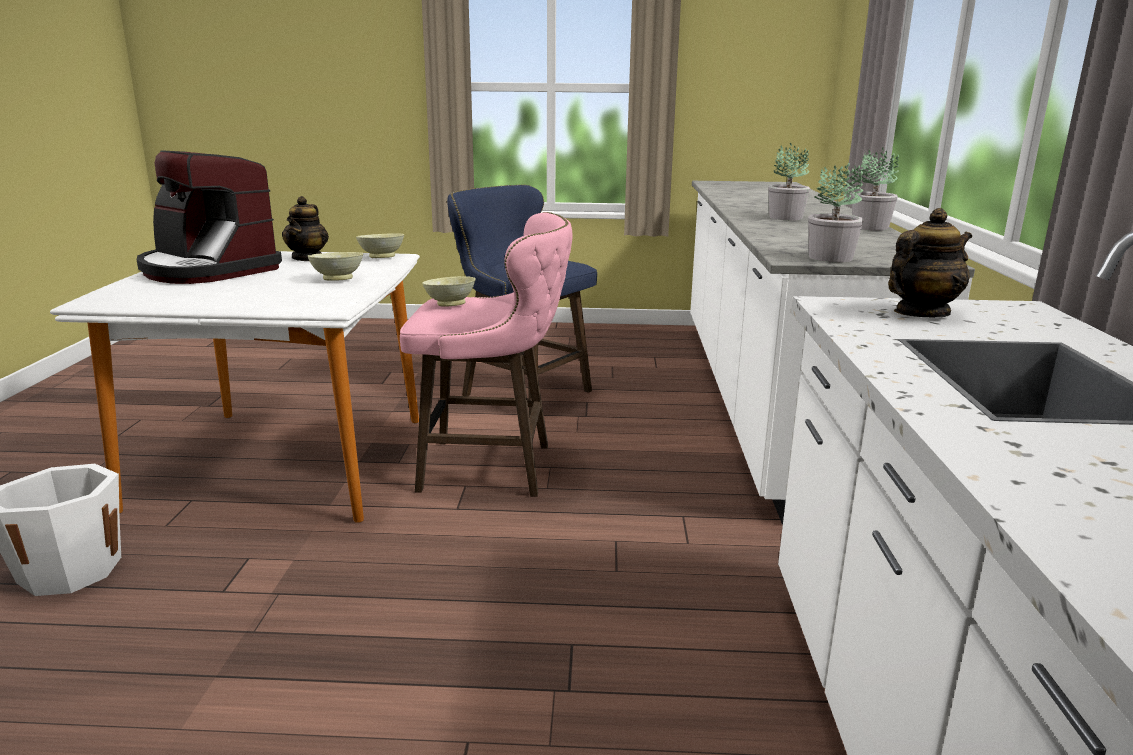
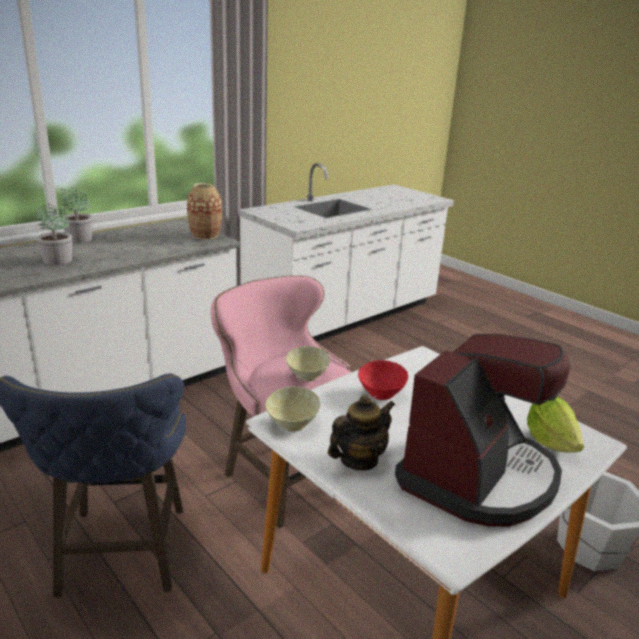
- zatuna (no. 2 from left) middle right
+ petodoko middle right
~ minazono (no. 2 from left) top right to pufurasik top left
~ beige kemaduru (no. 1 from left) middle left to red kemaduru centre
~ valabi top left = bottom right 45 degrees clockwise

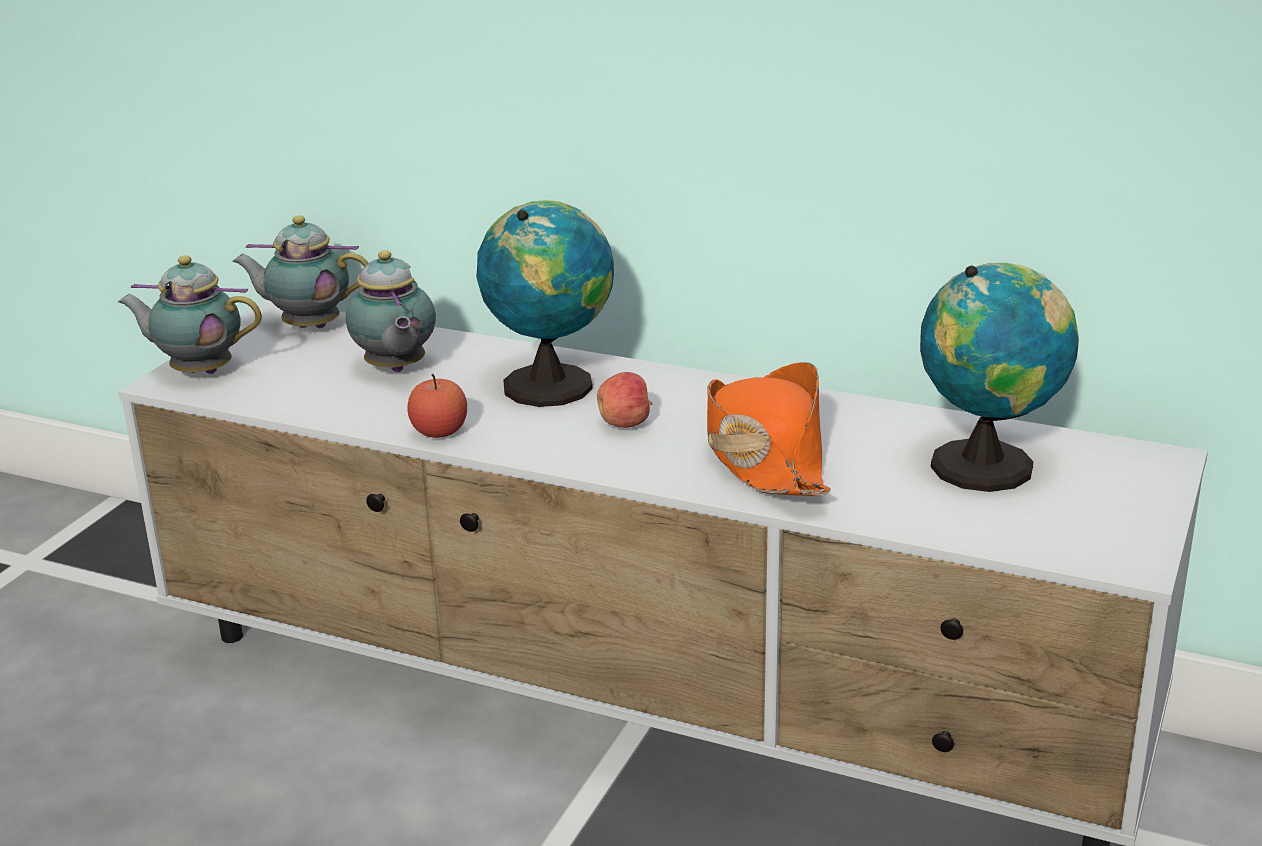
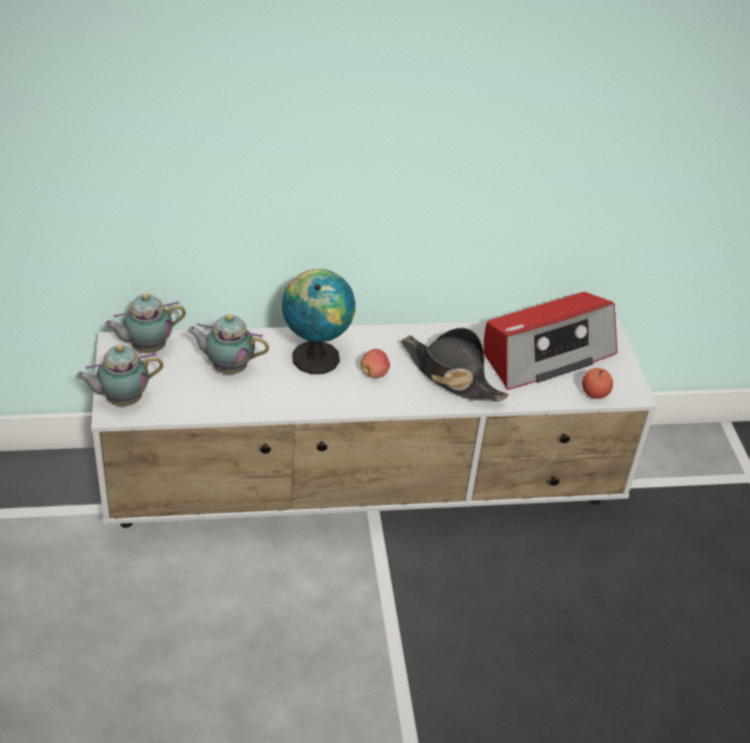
~ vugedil (no. 1 from left in the first image) centre to vugedil (no. 2 from left) middle right
~ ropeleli (no. 2 from left) middle right to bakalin middle right
~ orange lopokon centre to black lopokon centre
~ zatuna (no. 3 from left) middle left = middle left 150 degrees clockwise

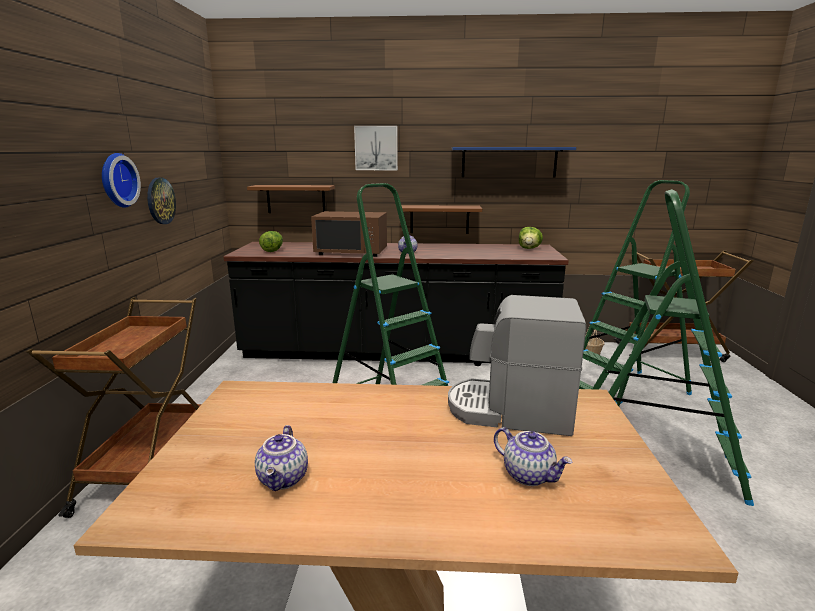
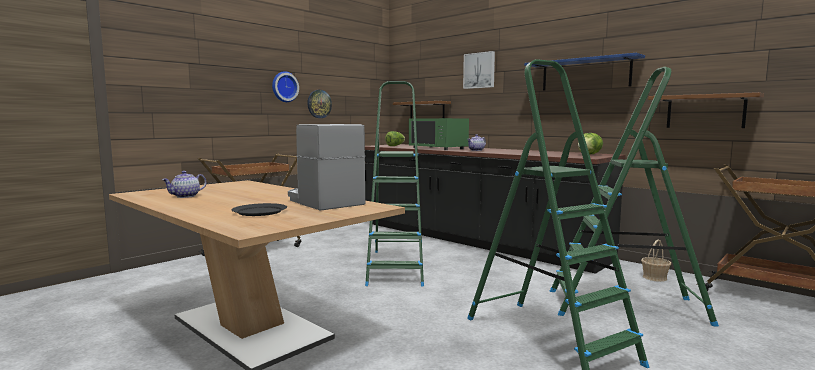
~ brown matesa (no. 2 from left) centre to top right
~ zatuna (no. 3 from left) bottom centre to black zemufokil middle left
~ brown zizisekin centre to green zizisekin centre

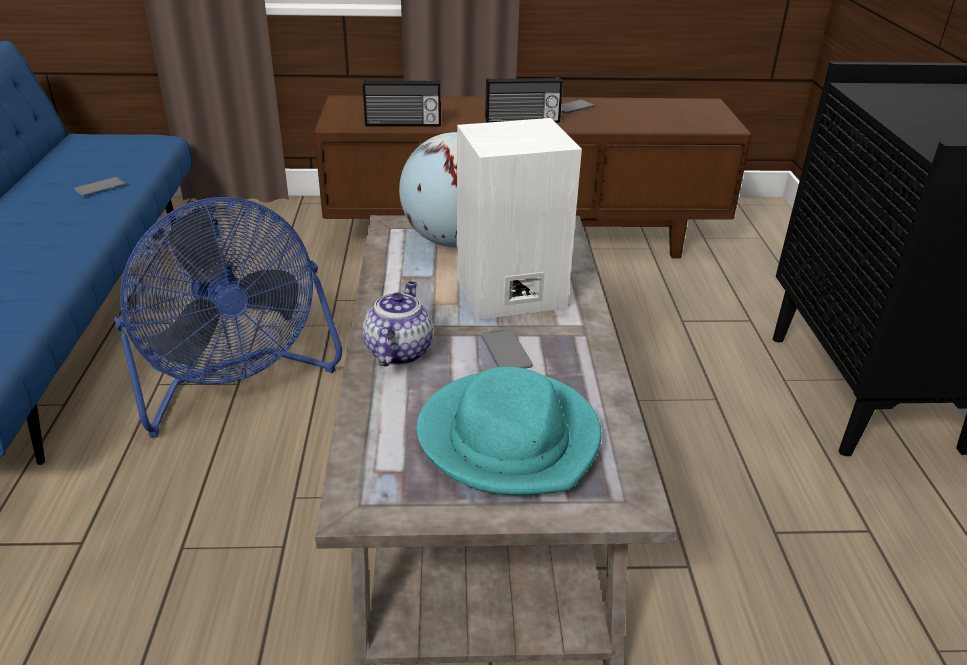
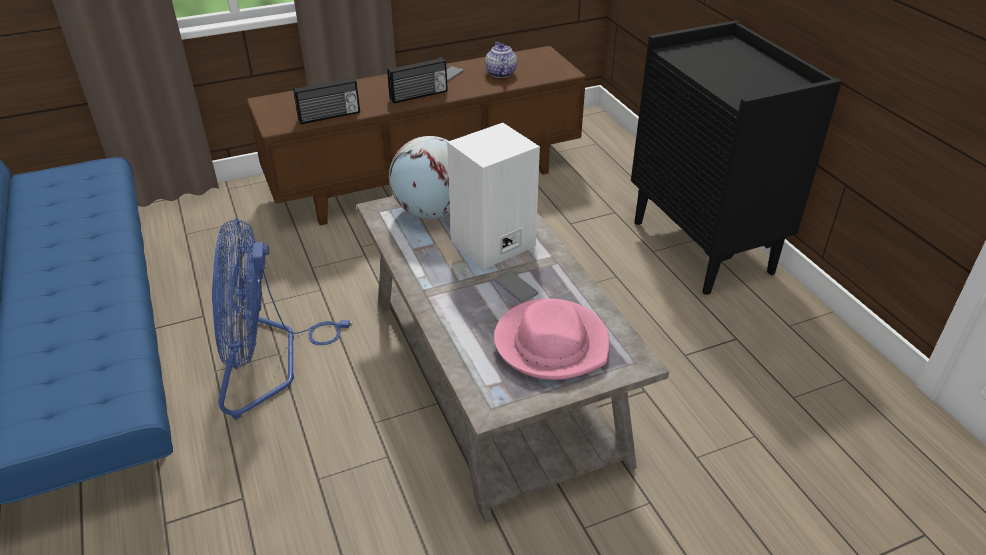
- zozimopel (no. 1 from left) top left
~ zatuna centre to top centre
~ turquoise lopokon centre to pink lopokon centre
~ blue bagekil middle left = middle left 135 degrees clockwise

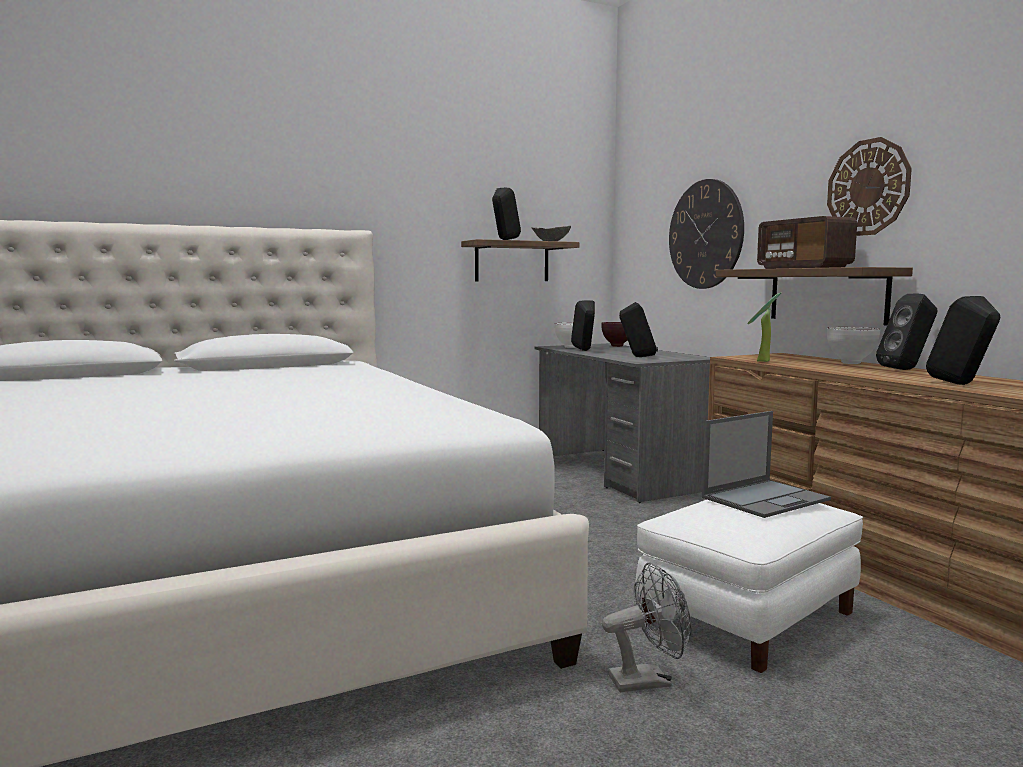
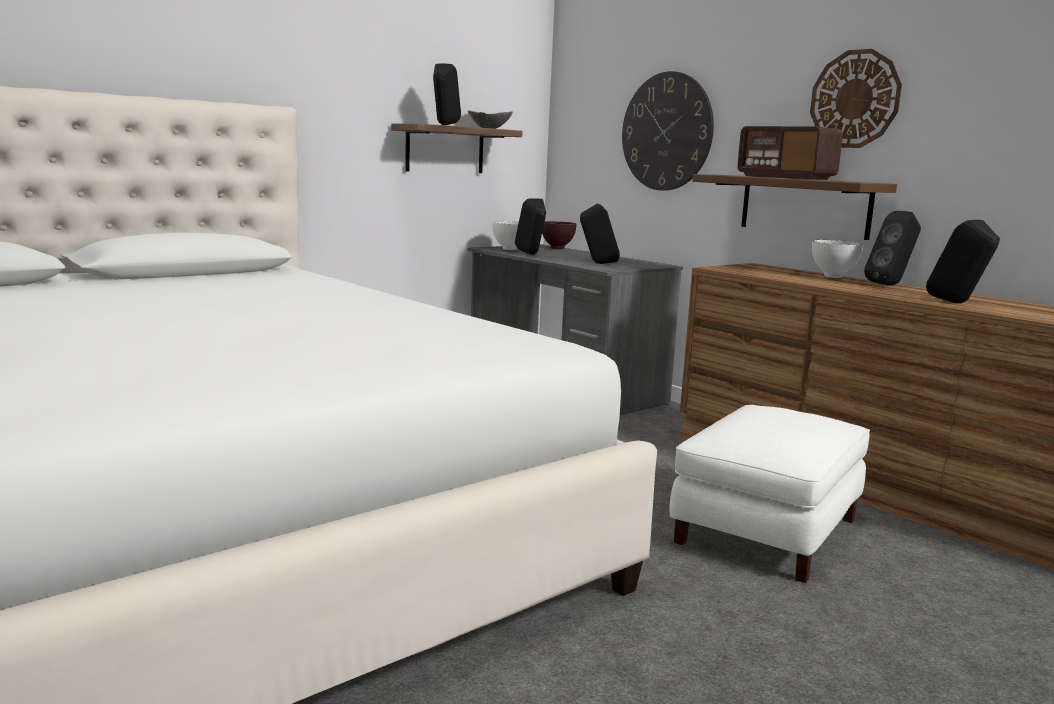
- grey bagekil bottom centre
- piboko middle right
- minazono middle right

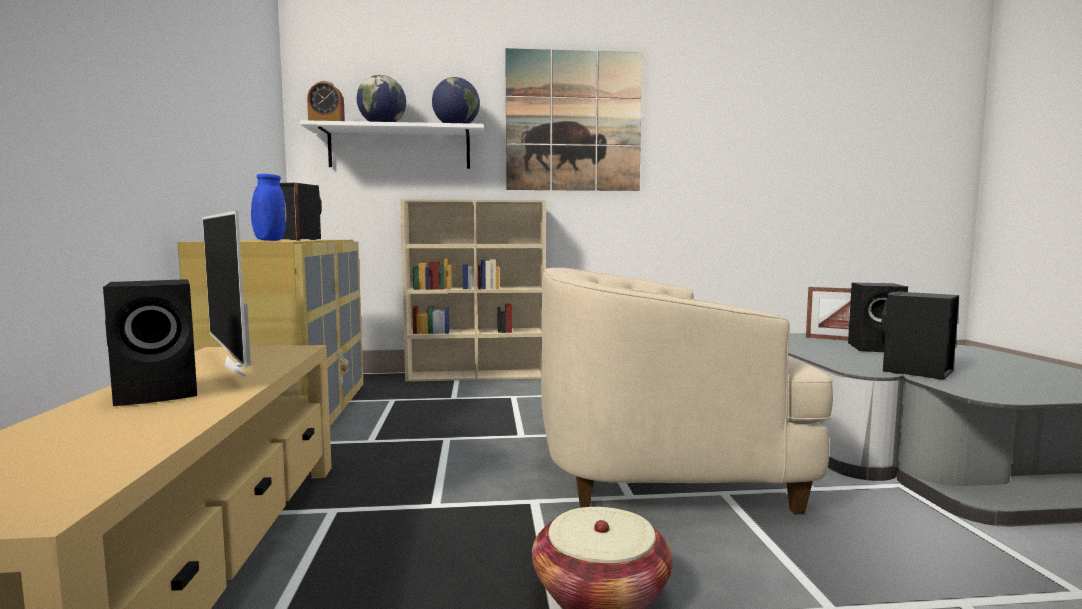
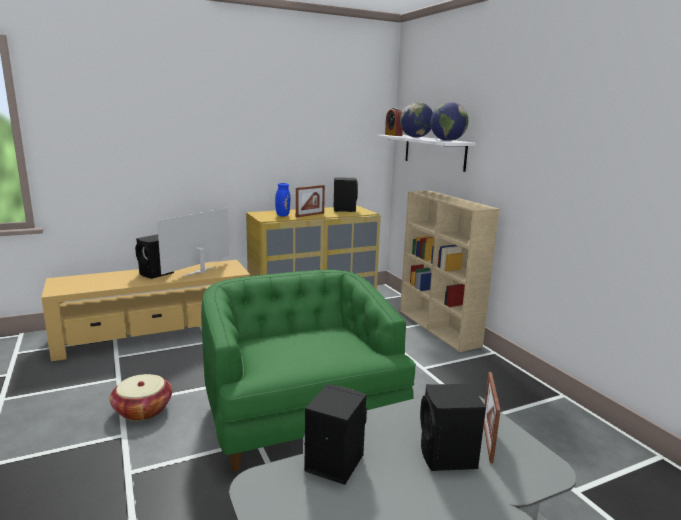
- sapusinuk top centre
~ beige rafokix centre to green rafokix bottom centre

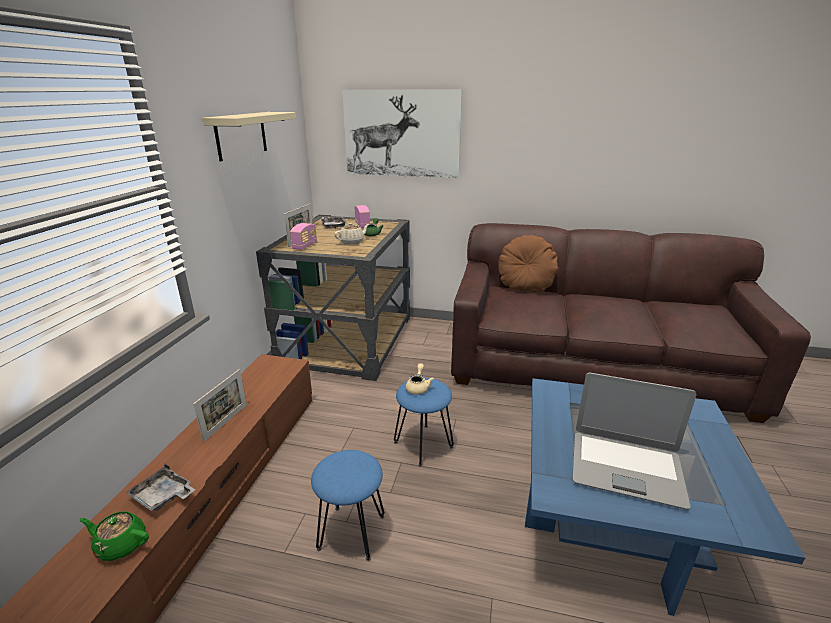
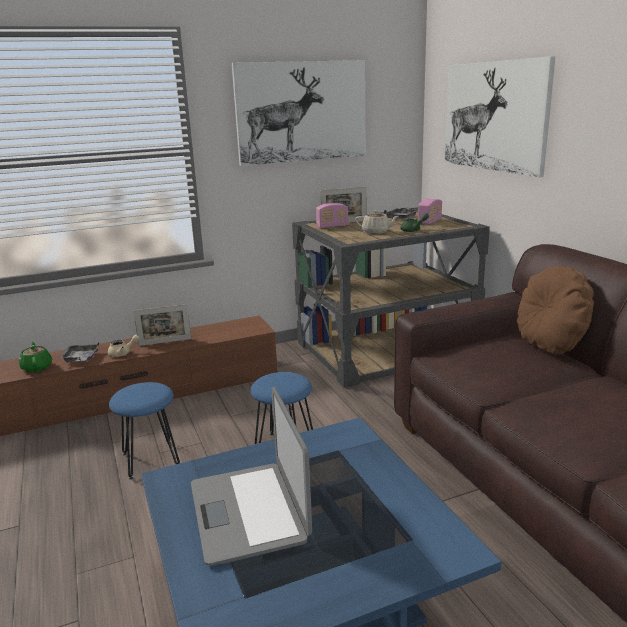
~ beige zatuna (no. 2 from left in the first image) centre to beige zatuna (no. 1 from left) middle left
~ beige matesa top left to sapusinuk (no. 1 from left) top centre

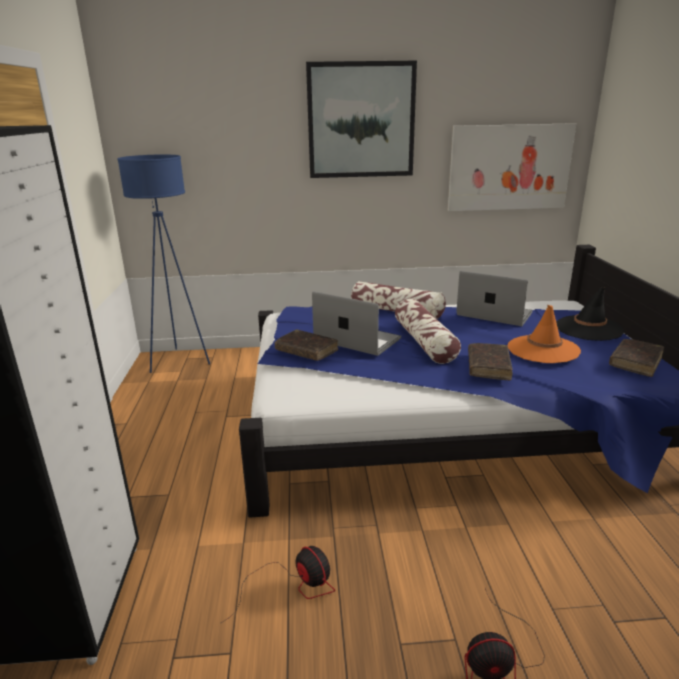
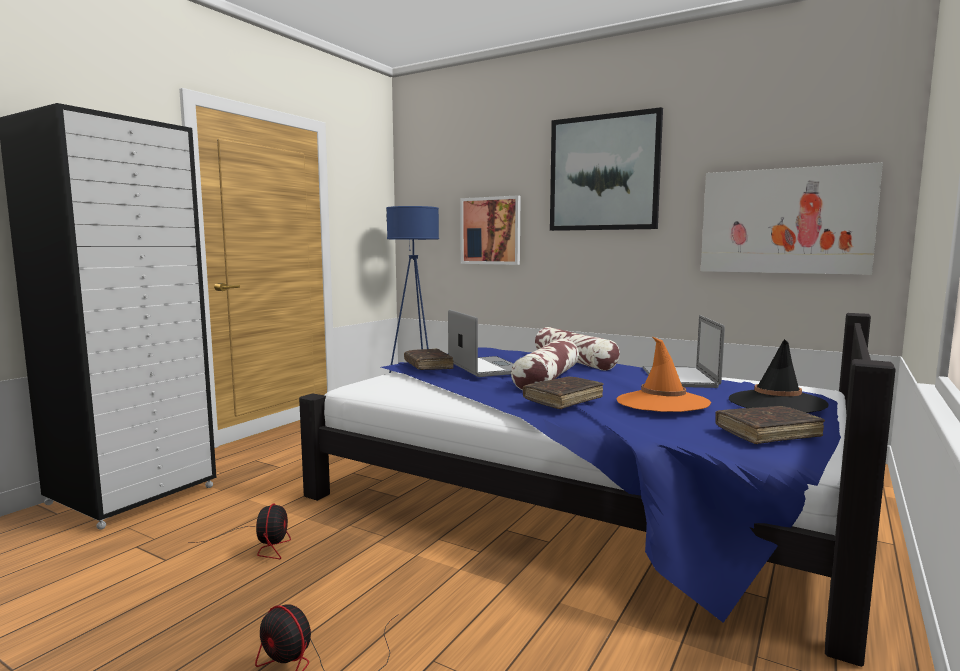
+ sapusinuk (no. 1 from left) centre
~ piboko (no. 2 from left) middle right = middle right 150 degrees counterclockwise

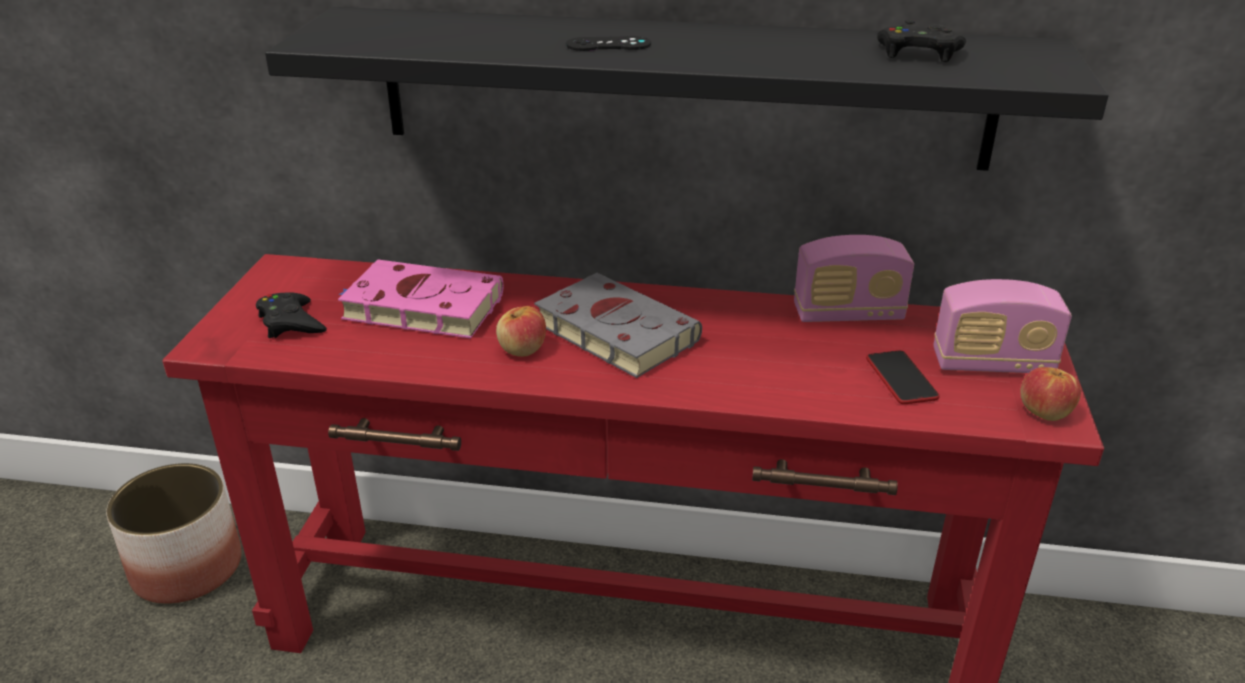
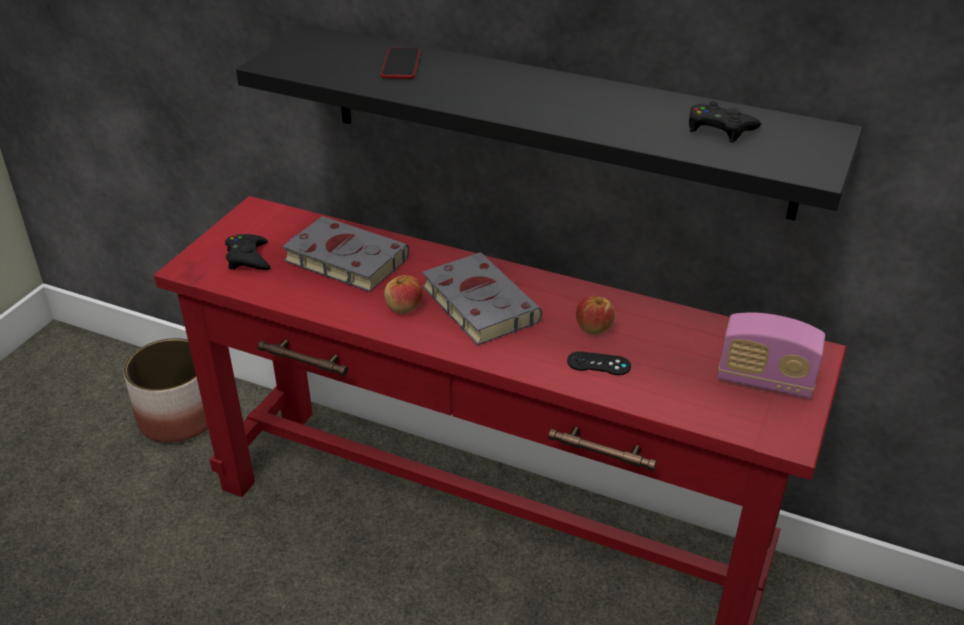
- bakalin (no. 1 from left) middle right
~ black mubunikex (no. 2 from left) top centre to centre
~ zozimopel middle right to top centre
~ vugedil (no. 2 from left) middle right to centre
~ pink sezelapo centre to grey sezelapo (no. 1 from left) centre

